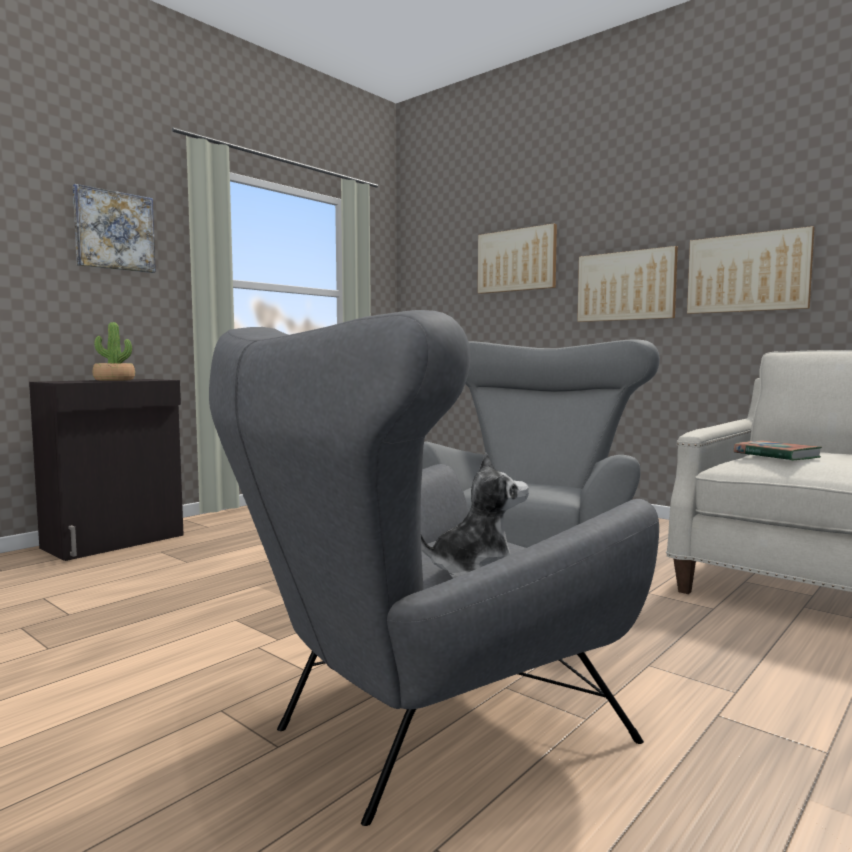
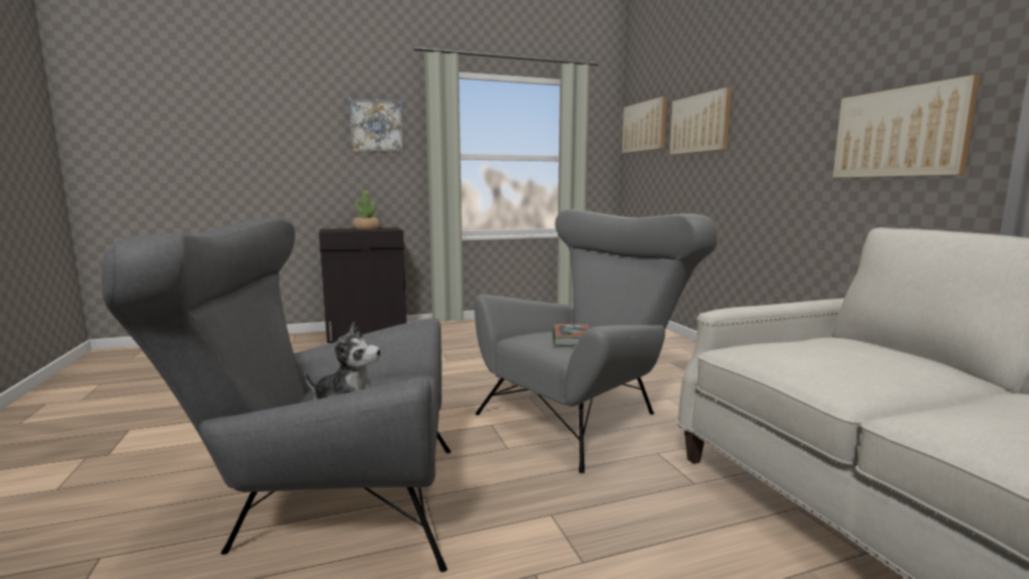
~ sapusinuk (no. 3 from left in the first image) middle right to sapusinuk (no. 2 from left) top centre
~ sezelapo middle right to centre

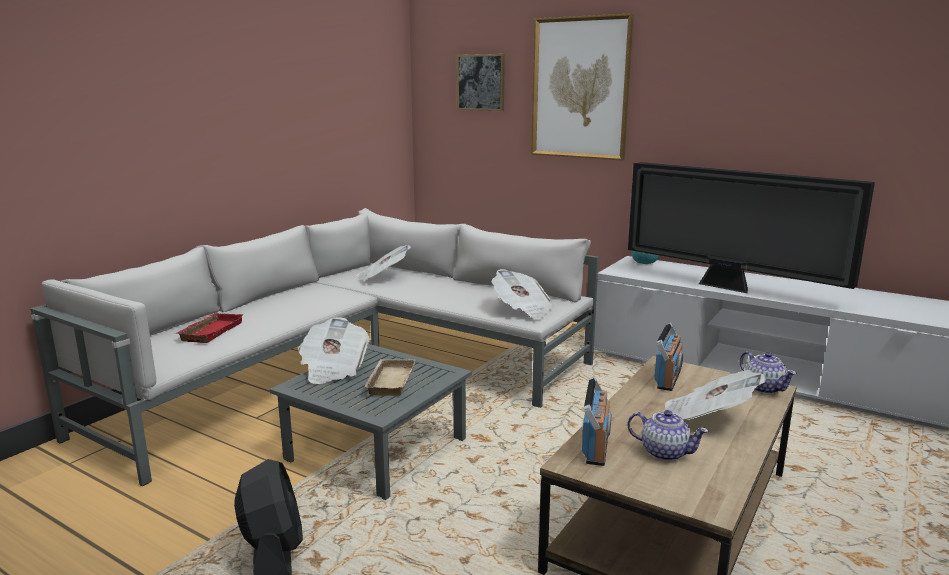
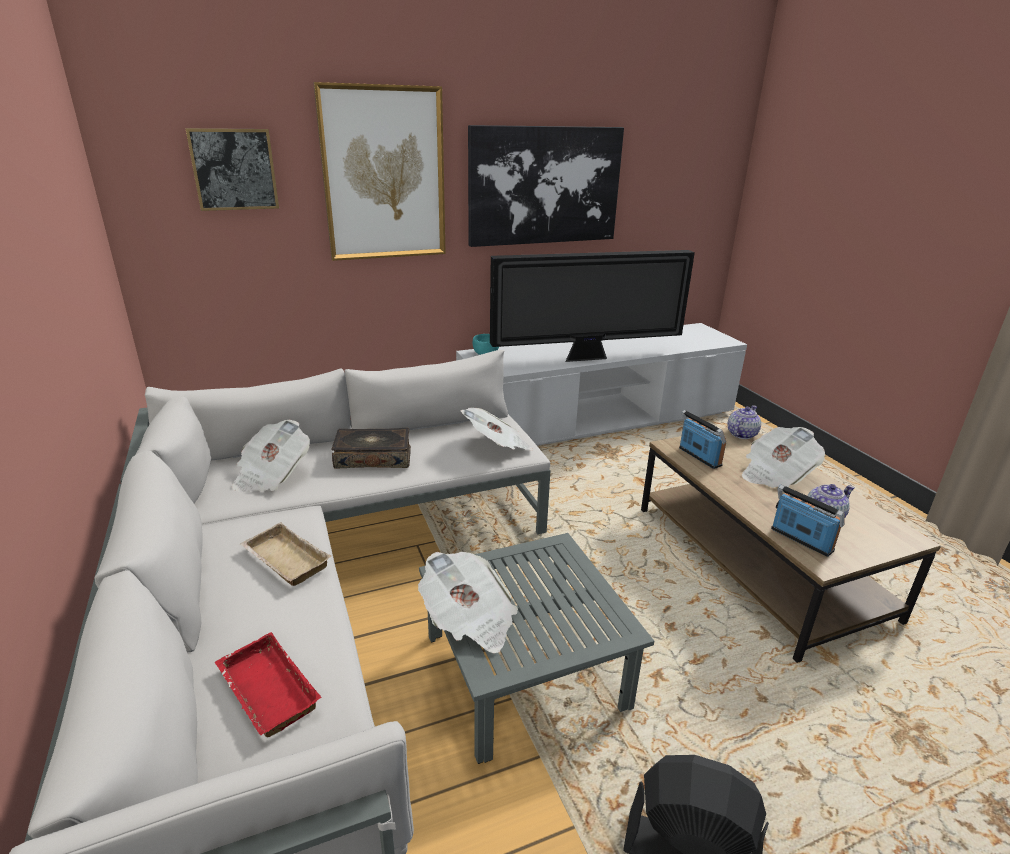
+ sezelapo centre
+ sapusinuk (no. 3 from left) top centre
~ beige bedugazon centre to middle left
~ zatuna (no. 2 from left in the first image) middle right = middle right 60 degrees counterclockwise

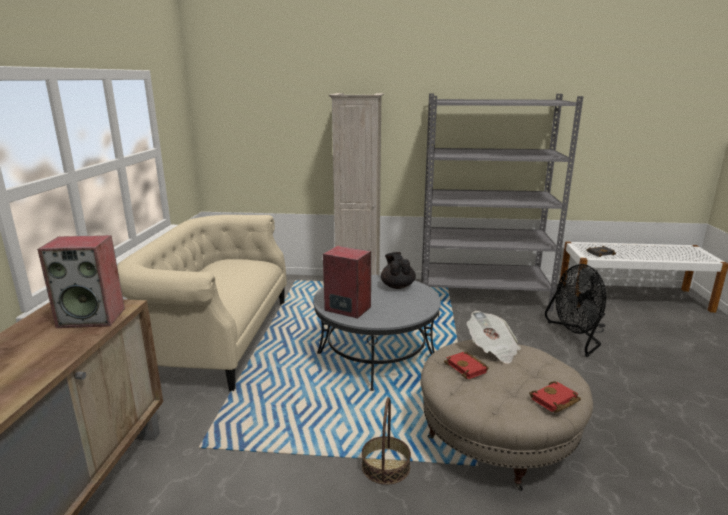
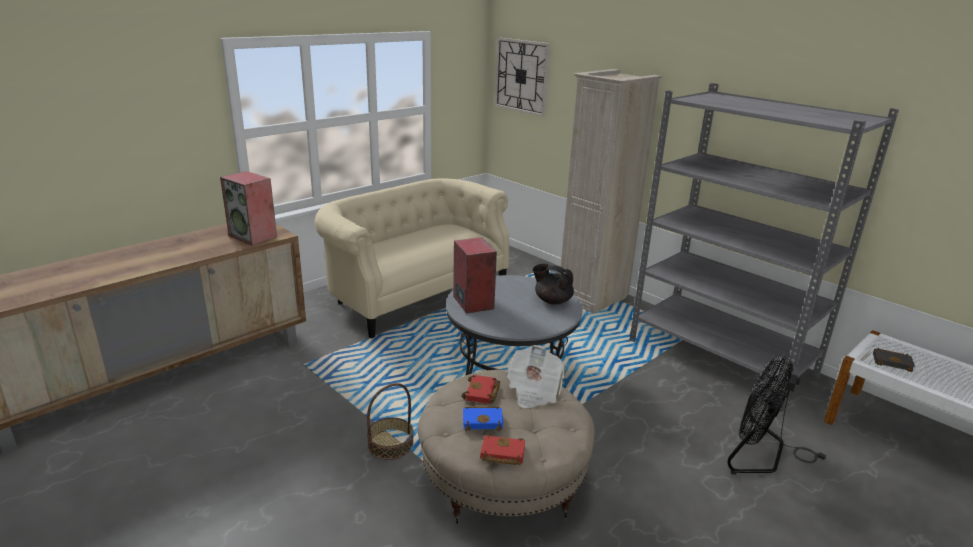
+ blue sezelapo bottom centre
+ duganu top centre
~ black zatuna centre = centre 90 degrees counterclockwise

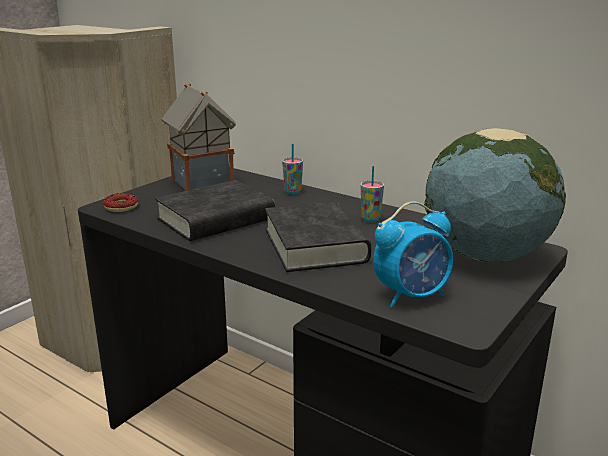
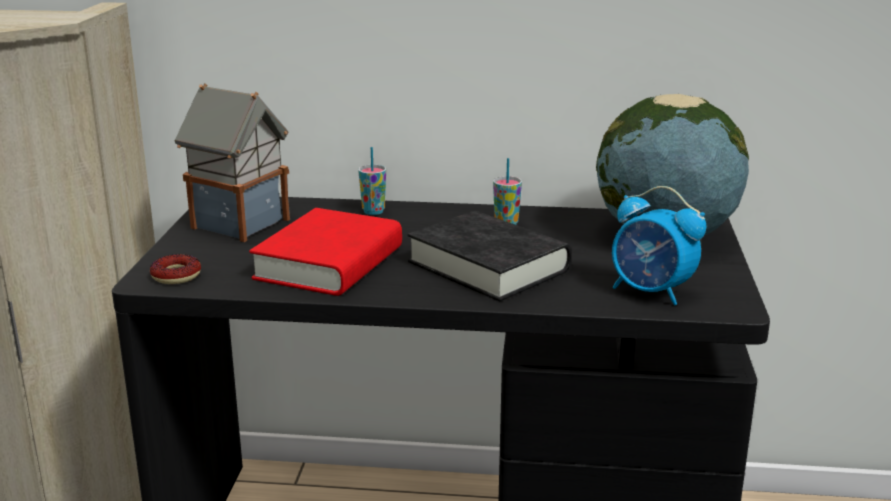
~ black sezelapo (no. 1 from left) centre to red sezelapo centre
~ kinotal middle right = middle right 90 degrees clockwise

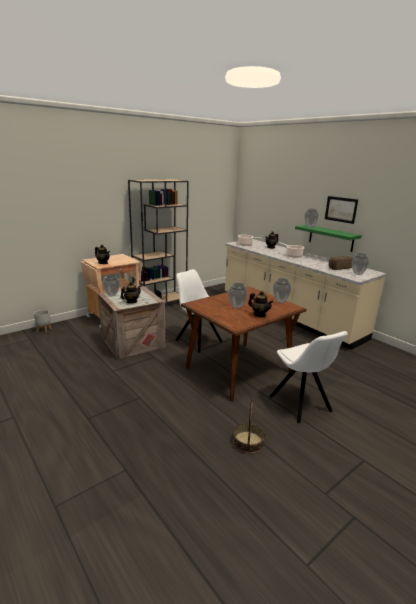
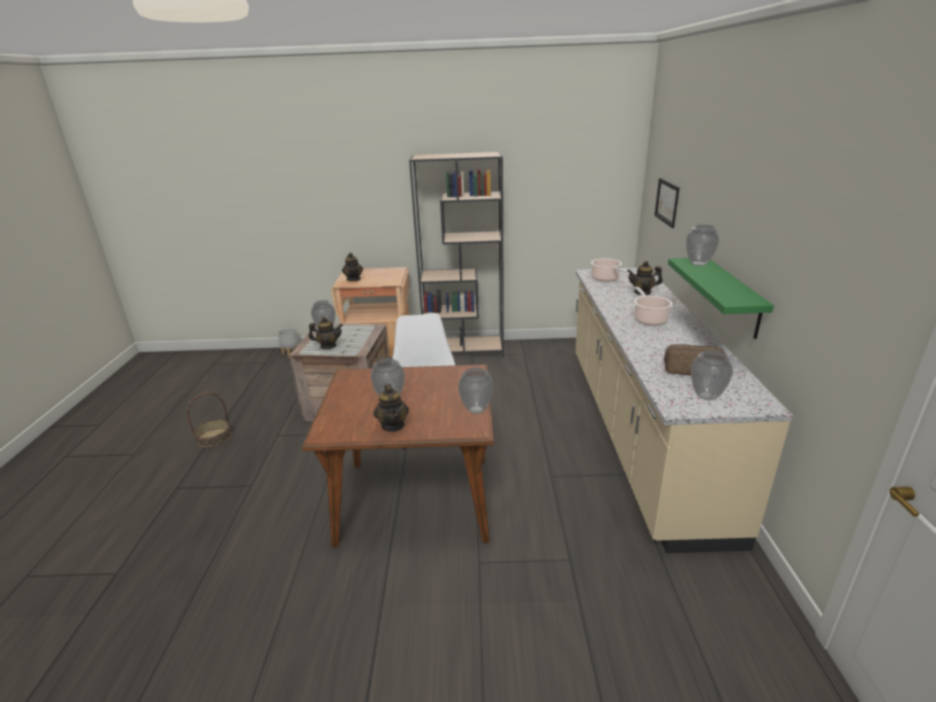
- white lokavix (no. 2 from left) middle right
~ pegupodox bottom centre to middle left
~ sapusinuk middle right to top right

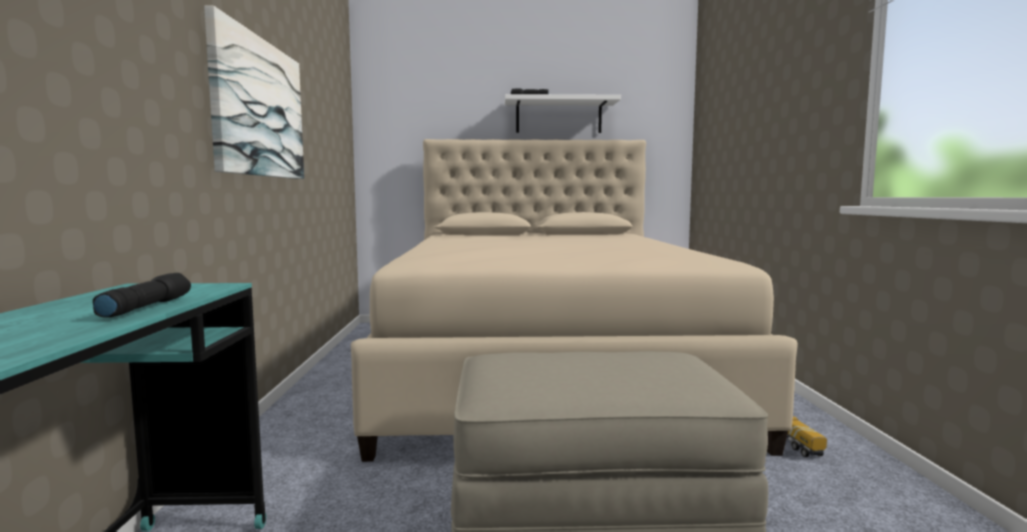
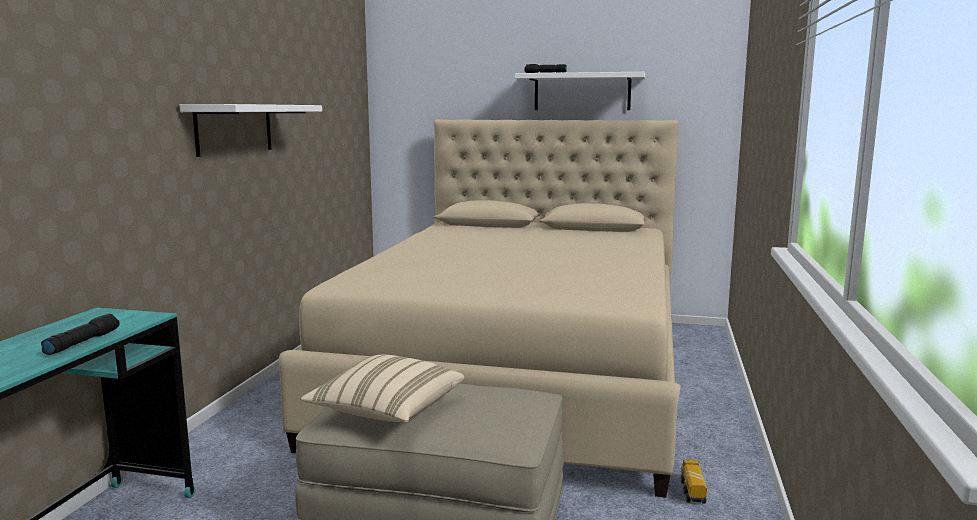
+ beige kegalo bottom centre
~ sapusinuk top left to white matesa (no. 1 from left) top left

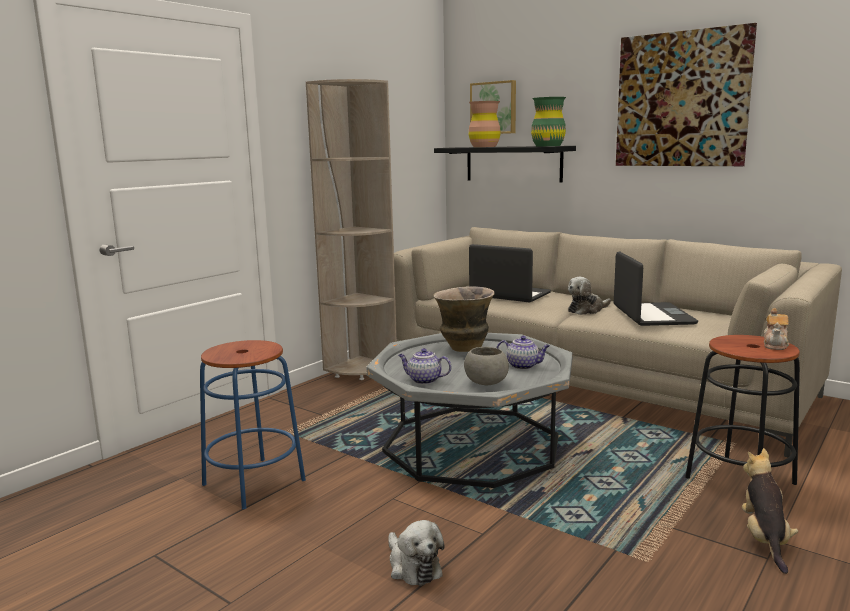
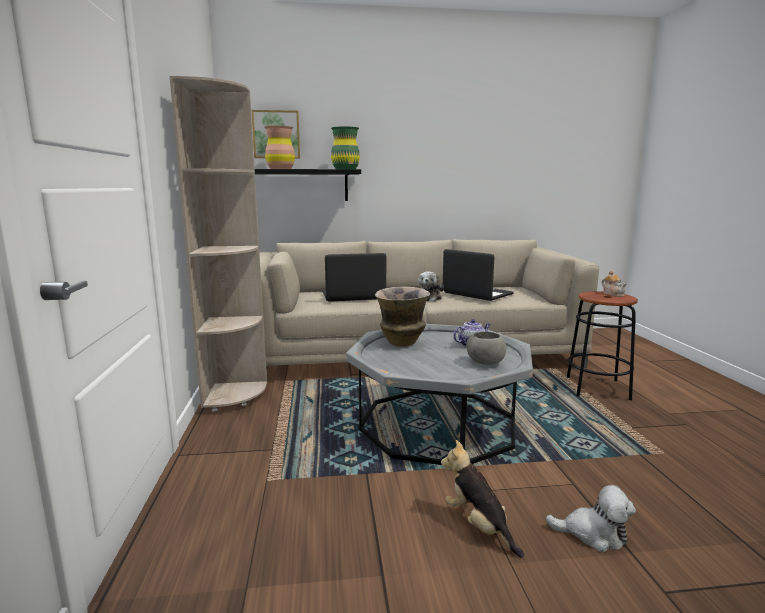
- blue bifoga bottom left
- zatuna (no. 1 from left) centre
- sapusinuk (no. 2 from left) top right
~ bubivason (no. 3 from left in the first image) bottom right to bubivason (no. 2 from left) bottom centre

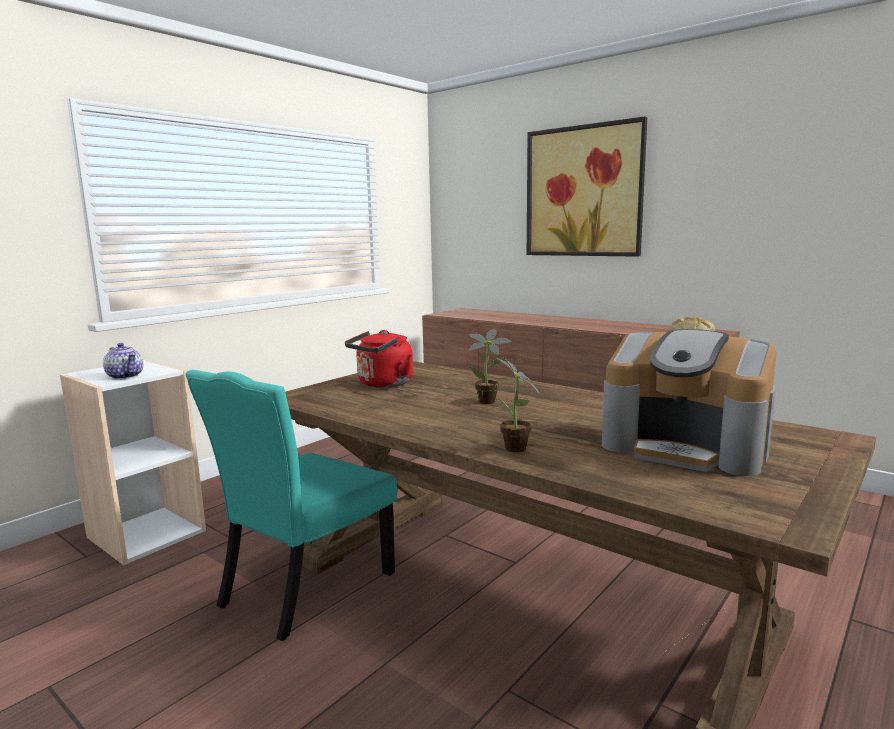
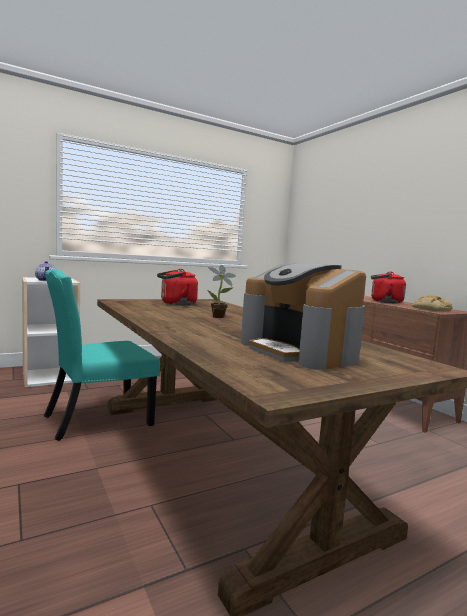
- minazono (no. 2 from left) centre
- sapusinuk top centre
+ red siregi (no. 2 from left) middle right

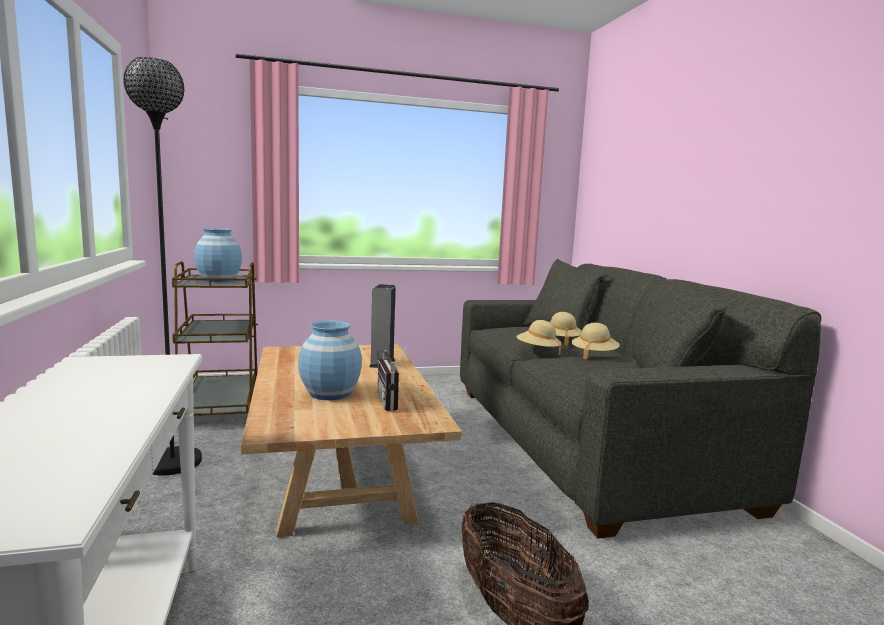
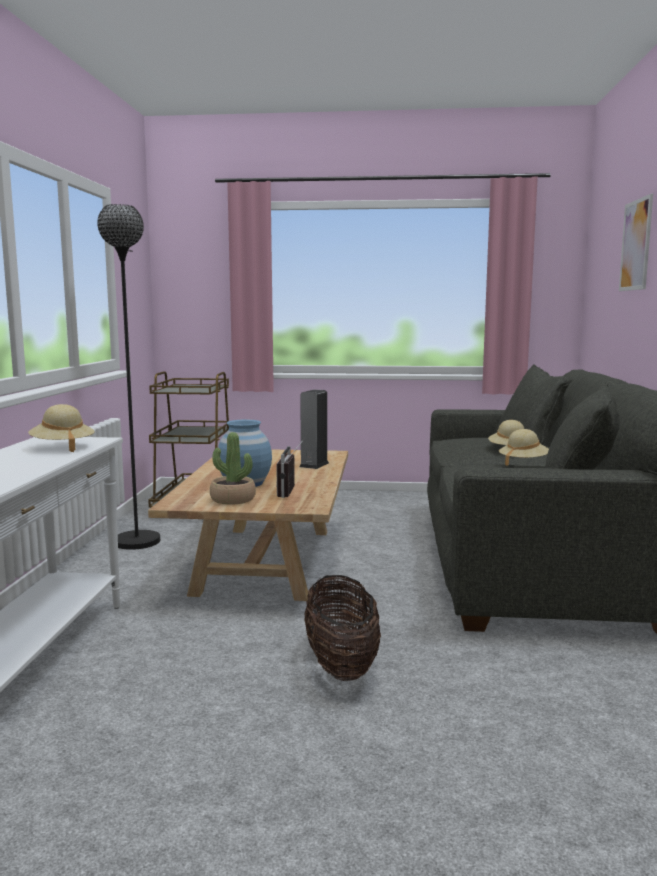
- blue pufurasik (no. 1 from left) middle left
+ minazono centre
+ sapusinuk top right
~ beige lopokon (no. 1 from left) centre to middle left

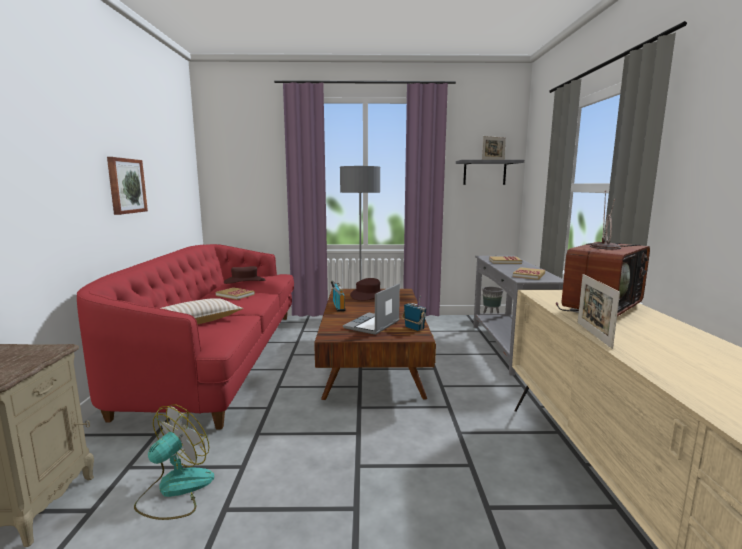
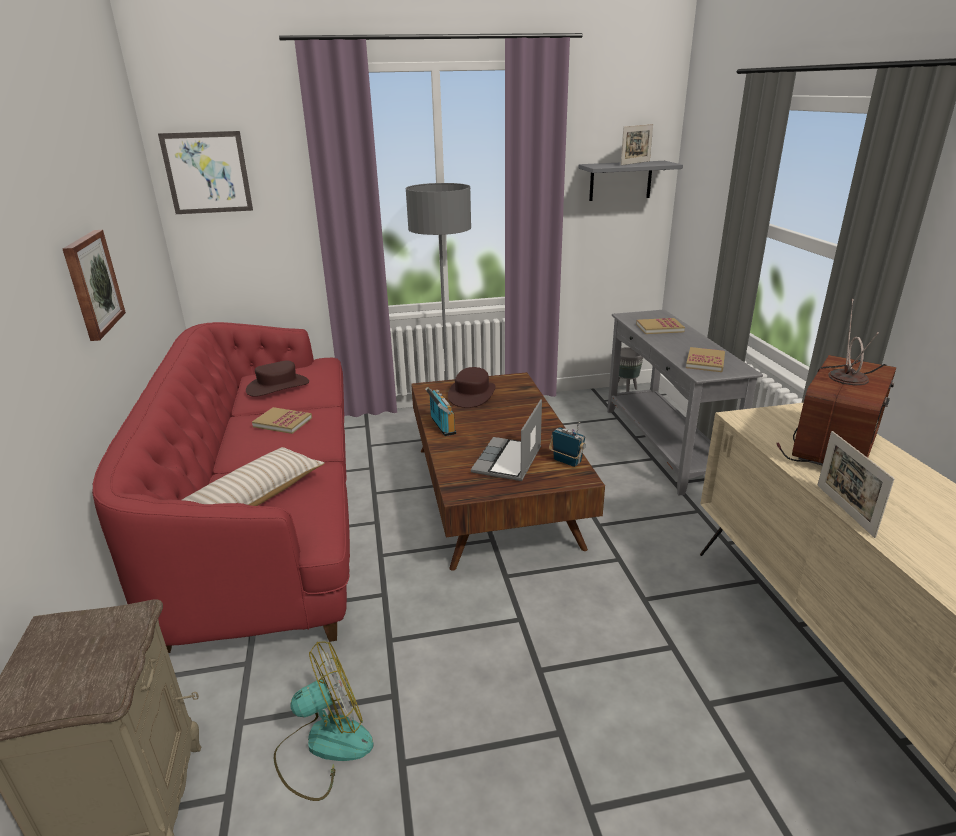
+ sapusinuk (no. 2 from left) top left
~ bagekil bottom left = bottom centre 45 degrees clockwise

